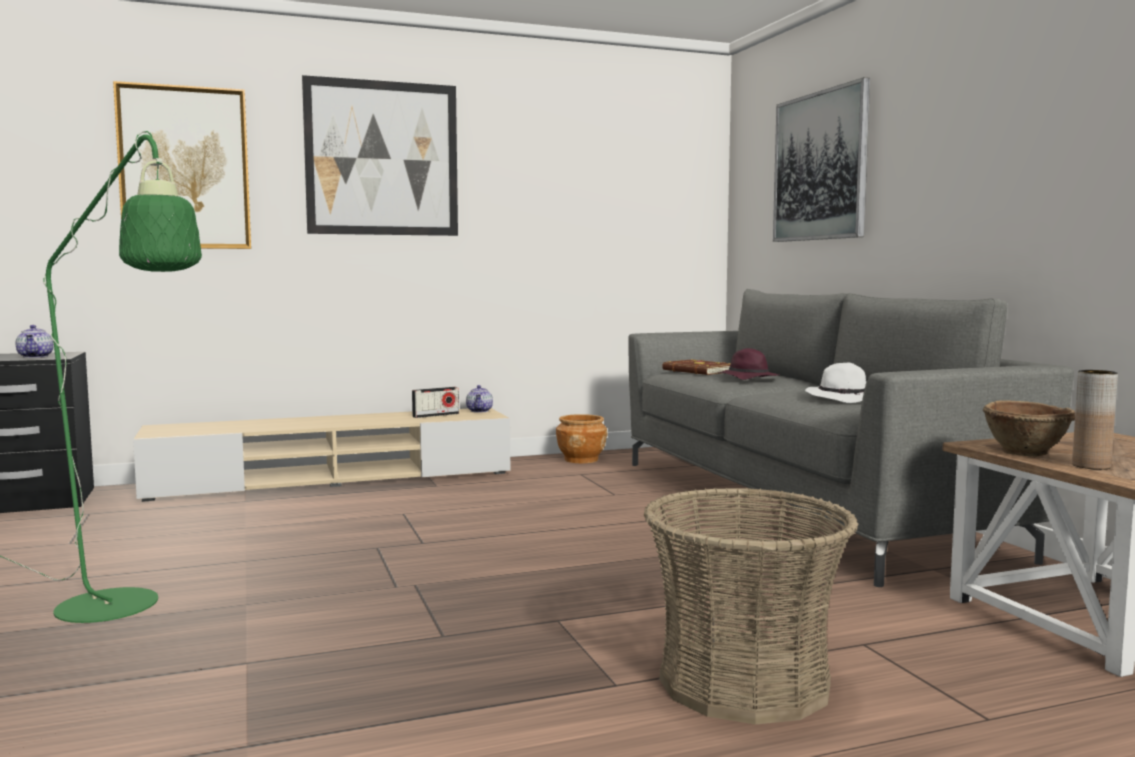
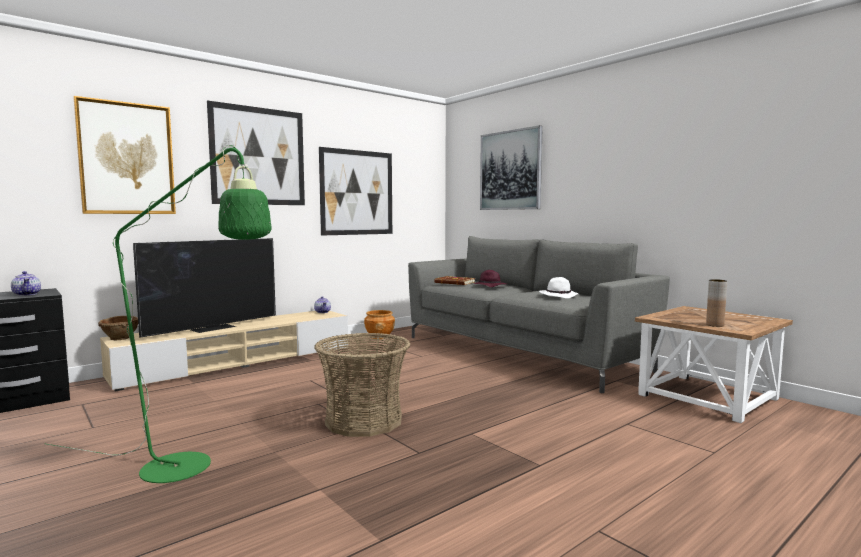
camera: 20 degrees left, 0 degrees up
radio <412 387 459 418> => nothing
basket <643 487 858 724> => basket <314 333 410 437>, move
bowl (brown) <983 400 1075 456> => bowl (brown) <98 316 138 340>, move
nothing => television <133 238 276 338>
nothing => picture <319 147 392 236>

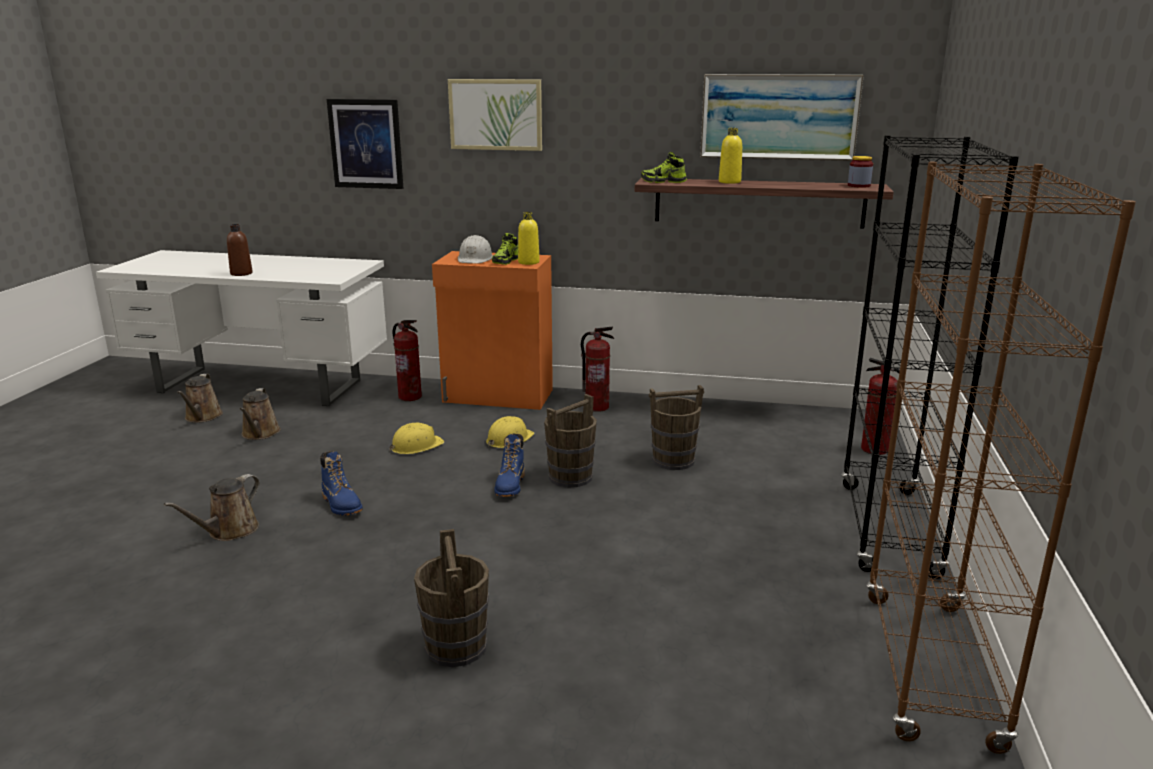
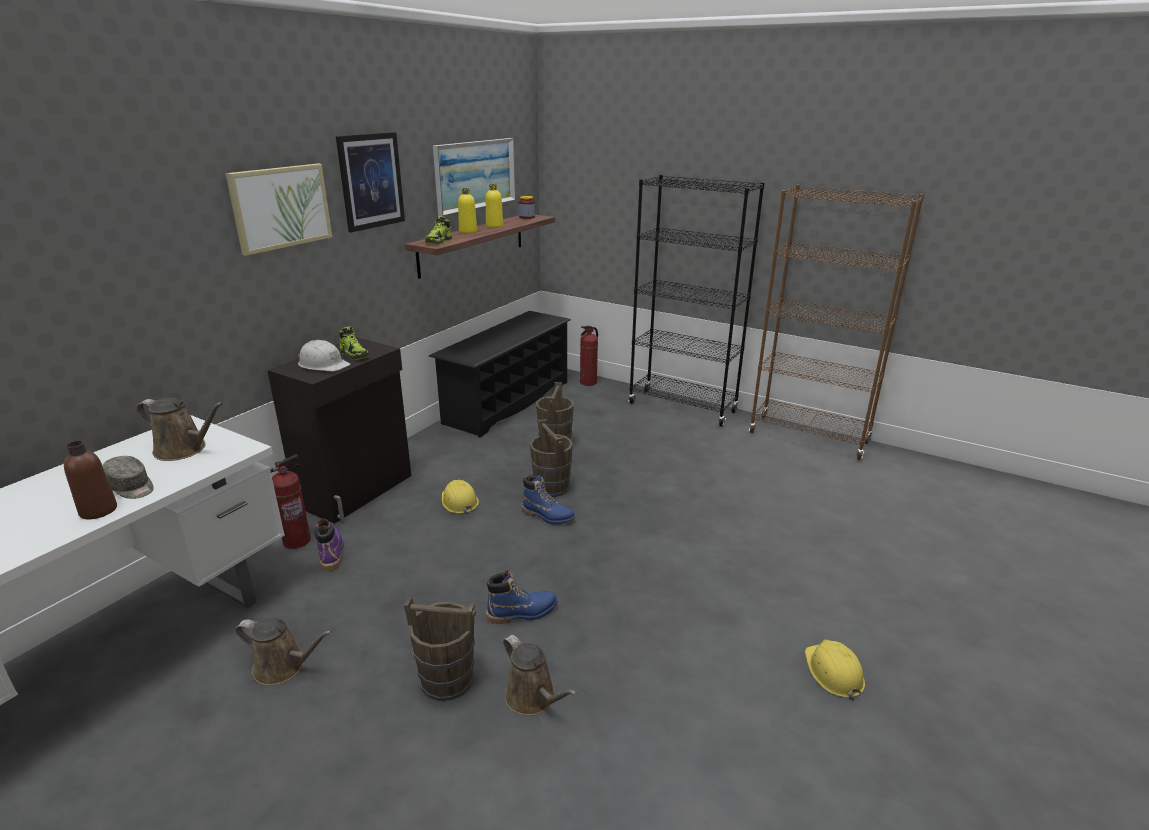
camera: 70 degrees left, 5 degrees up
watering can (brown) <177 374 223 423> => watering can (brown) <136 398 224 461>, move
picture <327 99 403 189> => picture <336 132 405 233>, move
hard hat (yellow) <389 423 445 454> => hard hat (yellow) <805 639 865 700>, move
bucket (brown) <414 529 489 667> => bucket (brown) <404 597 476 701>, move
cabinet (orange) <432 251 553 410> => cabinet (black) <267 337 411 524>
bottle (yellow) <518 212 540 265> => bottle (yellow) <486 184 503 228>, move
fire extinguisher <581 327 614 412> => nothing
nothing => cap (grey) <102 456 154 499>
nothing => boot (purple) <314 519 344 572>
nothing => shoe rack (black) <429 311 571 438>

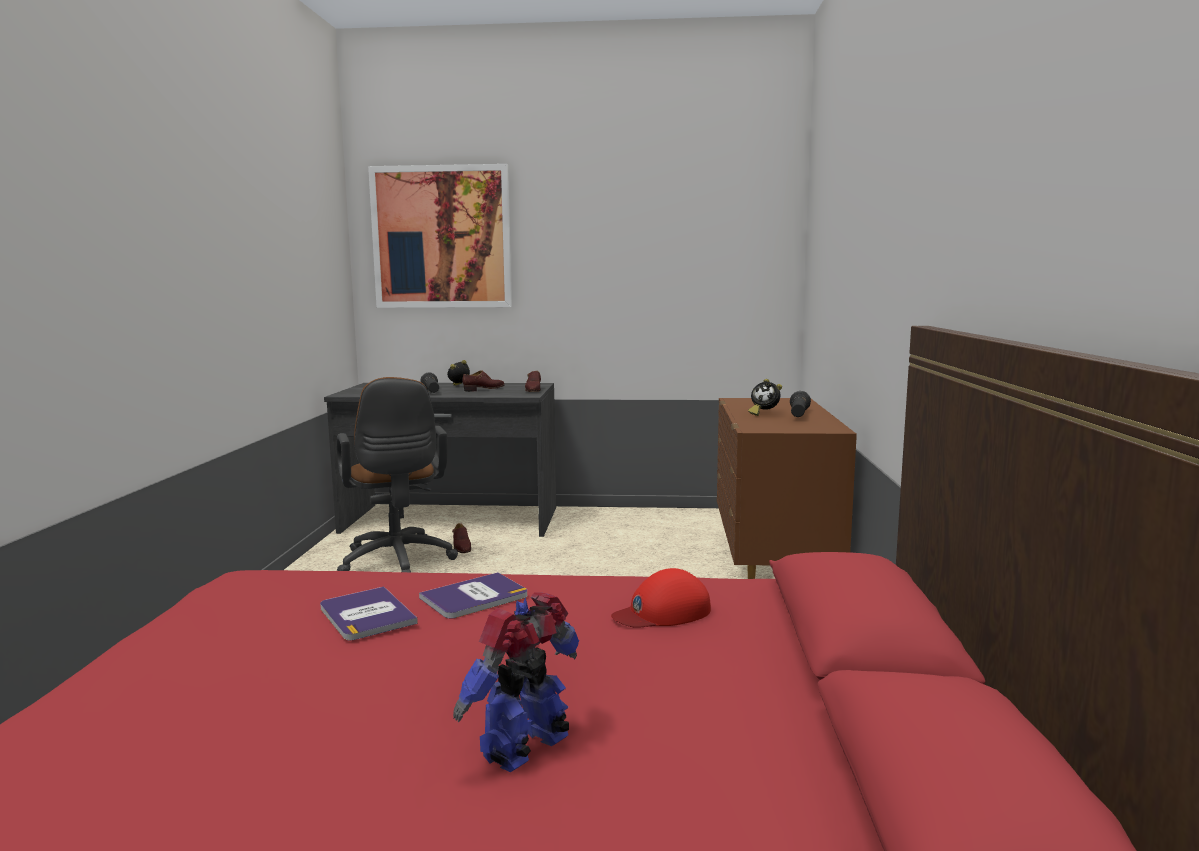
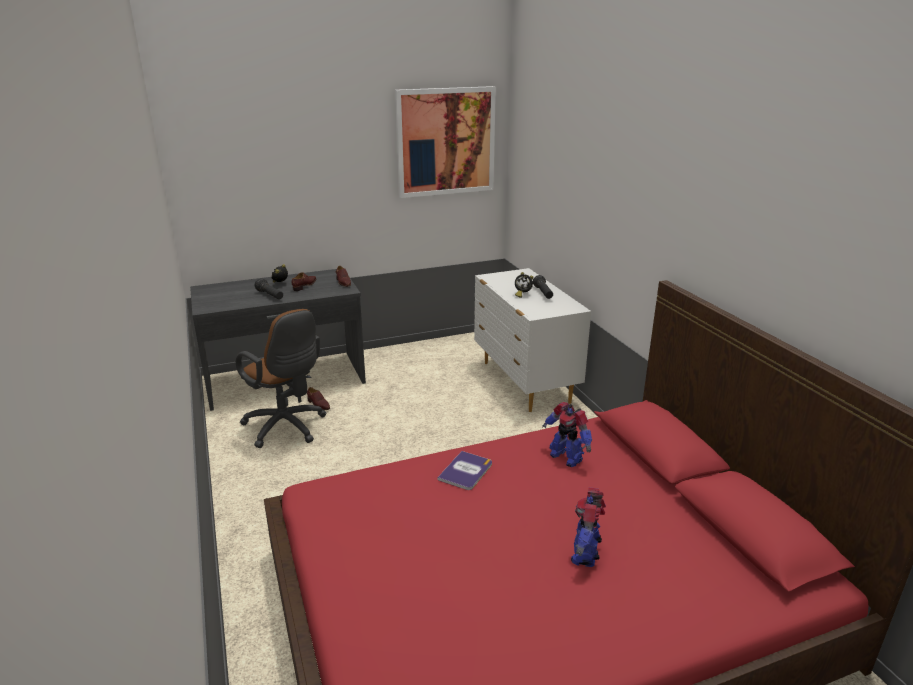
camera: 25 degrees left, 15 degrees up
book <320 586 418 640> => nothing
picture <368 164 512 308> => picture <395 86 496 198>, move
cap (red) <611 568 711 628> => toy robot <542 402 592 467>
dresser (brown) <717 398 857 579> => dresser (white) <474 268 591 412>

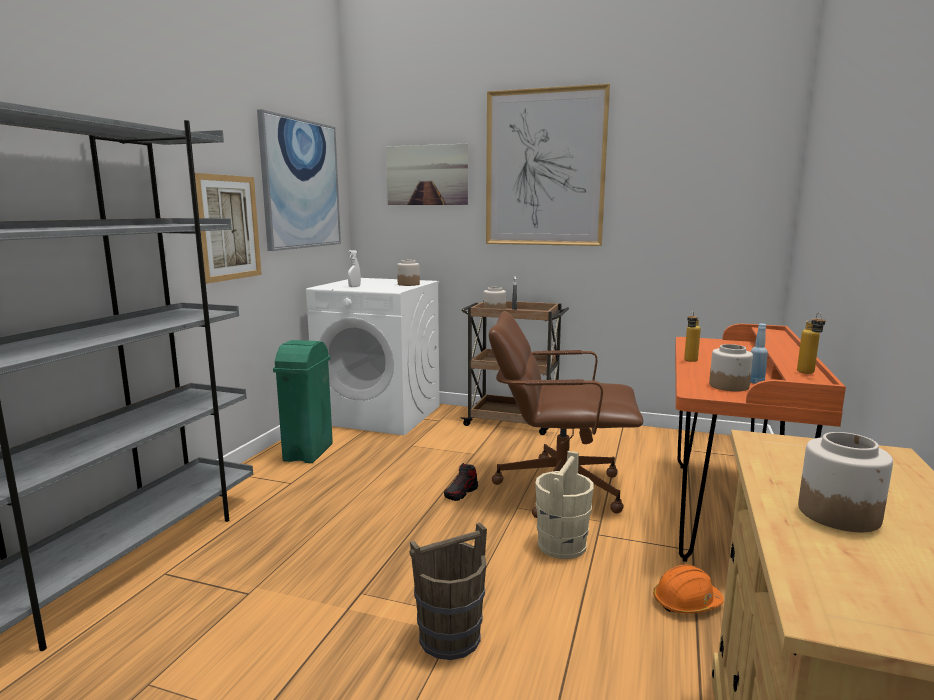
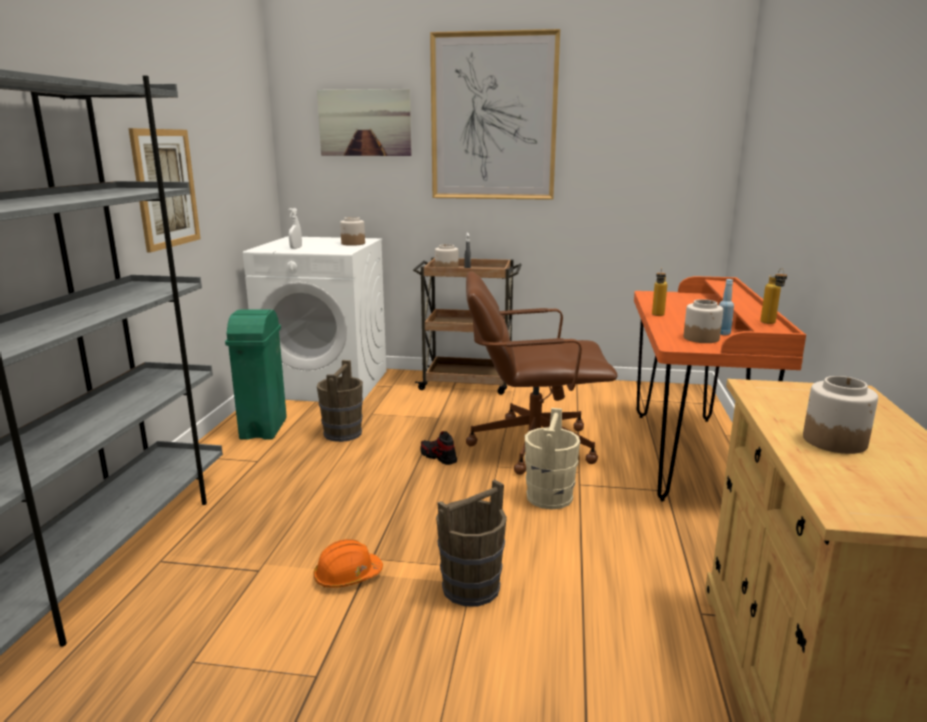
camera: 10 degrees left, 5 degrees up
picture <257 109 341 251> => nothing
shoe <444 463 478 501> => shoe <420 431 457 465>, 105 degrees clockwise
hard hat (orange) <653 564 724 614> => hard hat (orange) <313 539 383 588>, move
nothing => bucket (brown) <317 360 363 442>

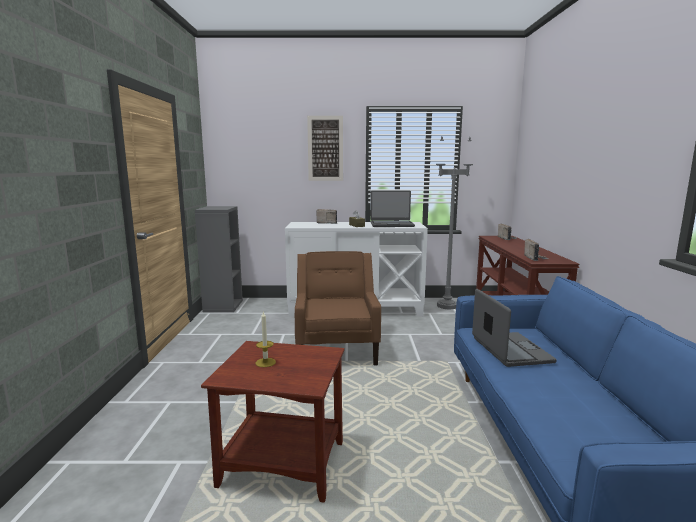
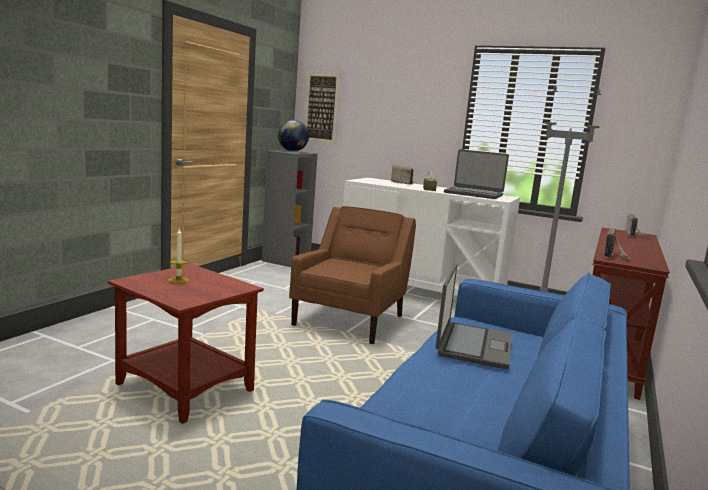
camera: 25 degrees right, 0 degrees up
picture <307 116 343 181> => picture <303 71 341 145>, move
nothing => globe <278 120 309 151>

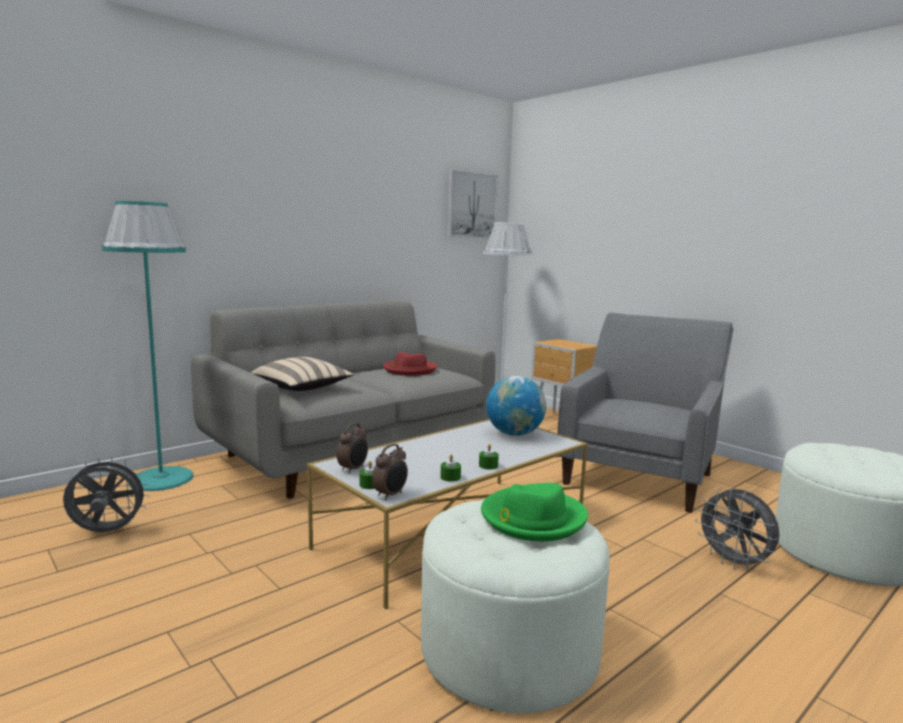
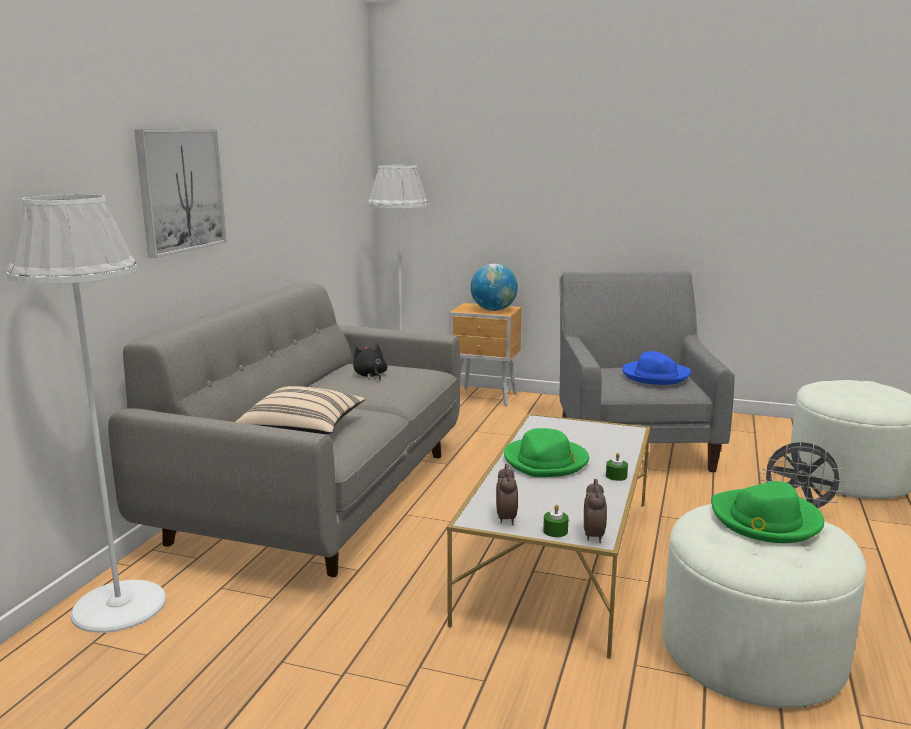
camera: 30 degrees left, 5 degrees up
fan (grey) <63 456 149 532> => nothing
floor lamp (turquoise) <102 201 193 491> => floor lamp (white) <6 194 166 633>
hat (red) <383 352 437 376> => plush toy (black) <353 344 387 380>
candle (green) <441 454 461 482> => nothing
picture <447 170 498 238> => picture <134 129 227 258>, move
globe <486 376 546 436> => globe <471 264 518 311>, move
nothing => hat (green) <504 428 589 477>
nothing => hat (blue) <622 351 691 385>

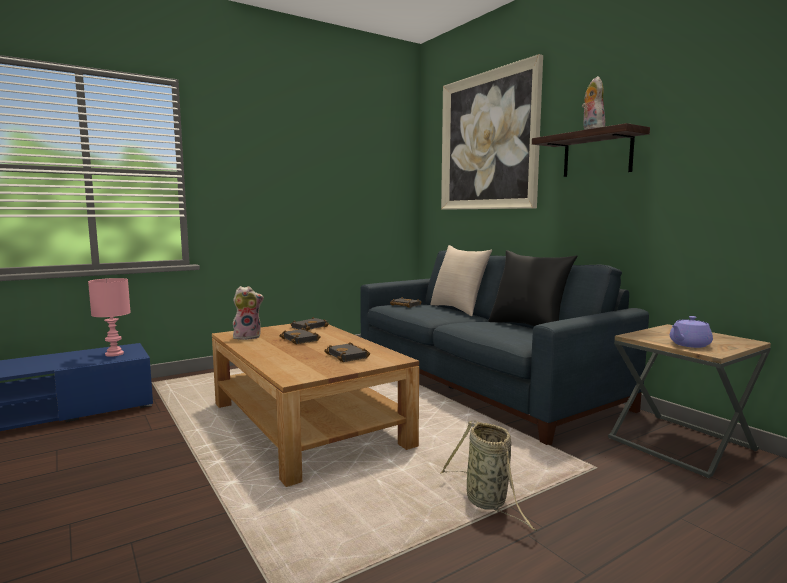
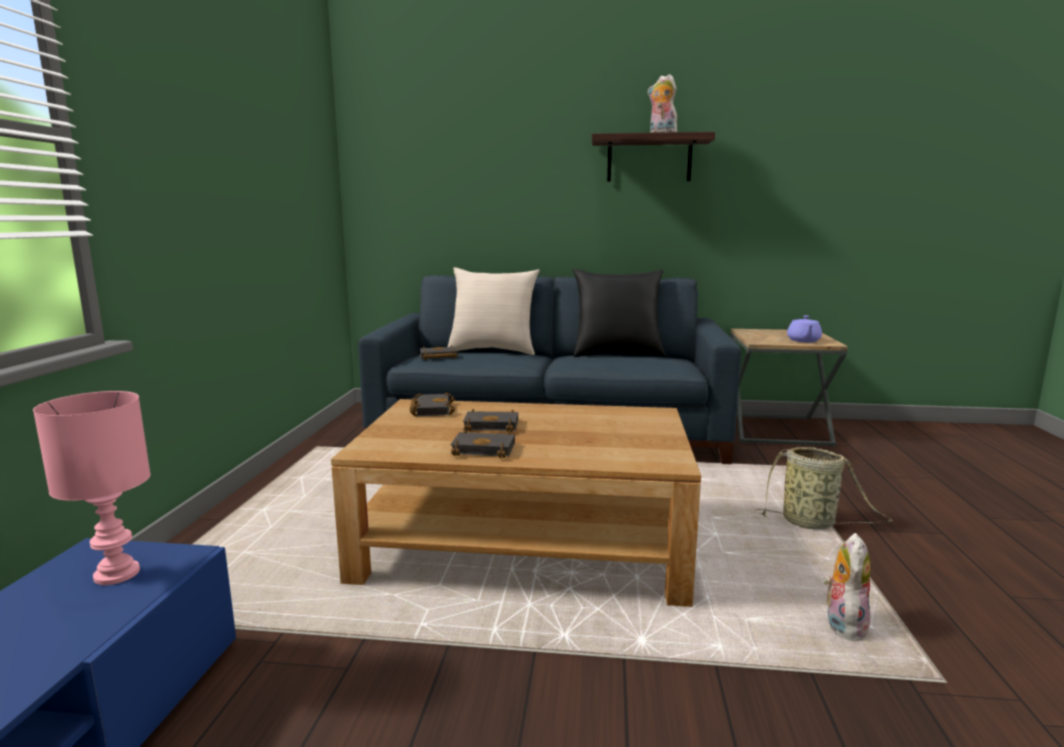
camera: 50 degrees left, 5 degrees up
plush toy <233 286 264 340> => plush toy <823 533 870 645>, move
book (black) <324 342 370 362> => book (black) <450 429 515 458>, move
picture <441 54 543 210> => nothing

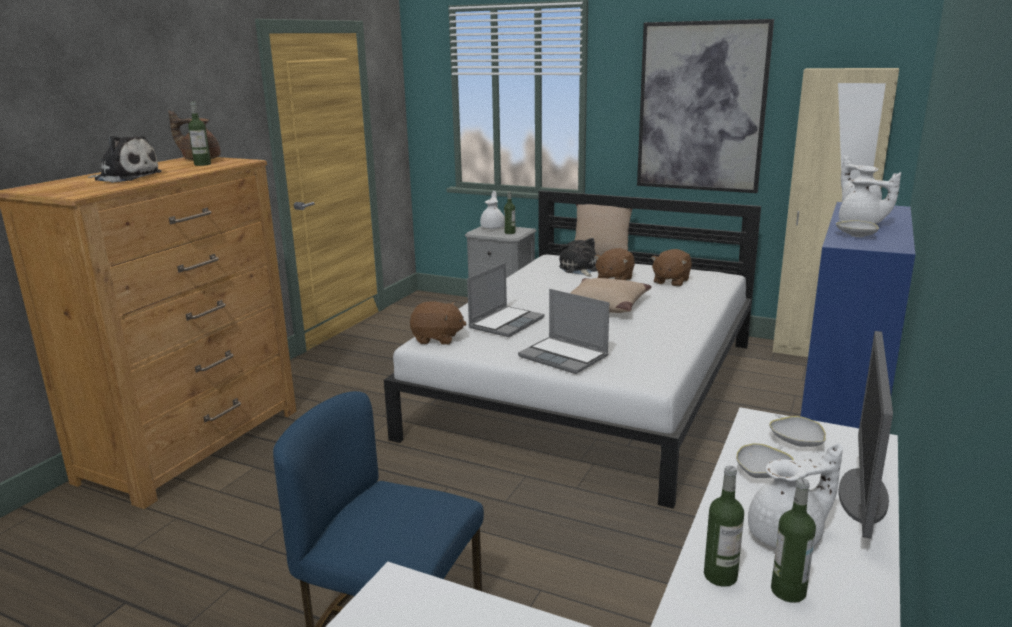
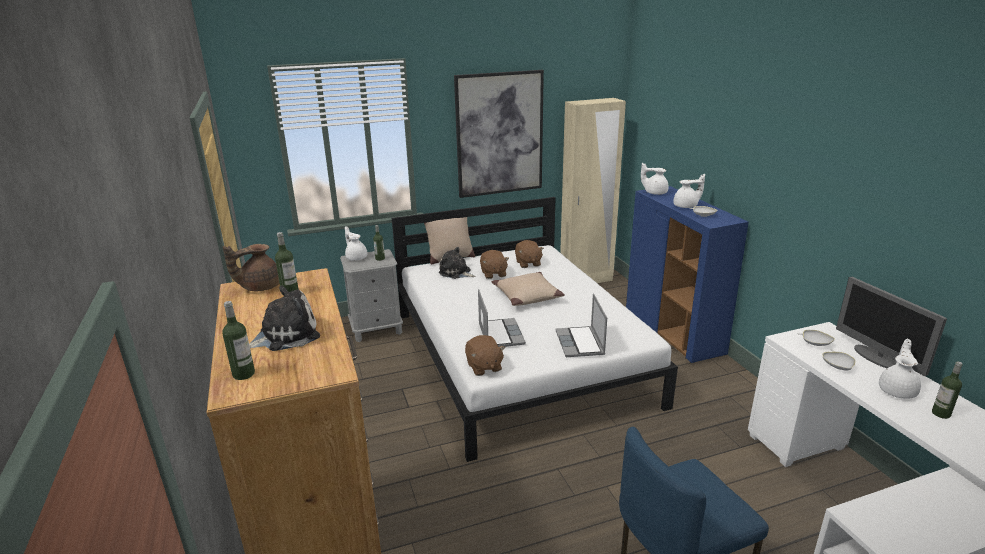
camera: 45 degrees left, 5 degrees up
plush toy (brown) <410 302 466 345> => plush toy (brown) <465 335 505 376>, 105 degrees clockwise
laptop <518 289 609 374> => laptop <555 293 607 357>, 90 degrees clockwise
bottle <704 466 744 587> => bottle <222 301 255 380>, move

